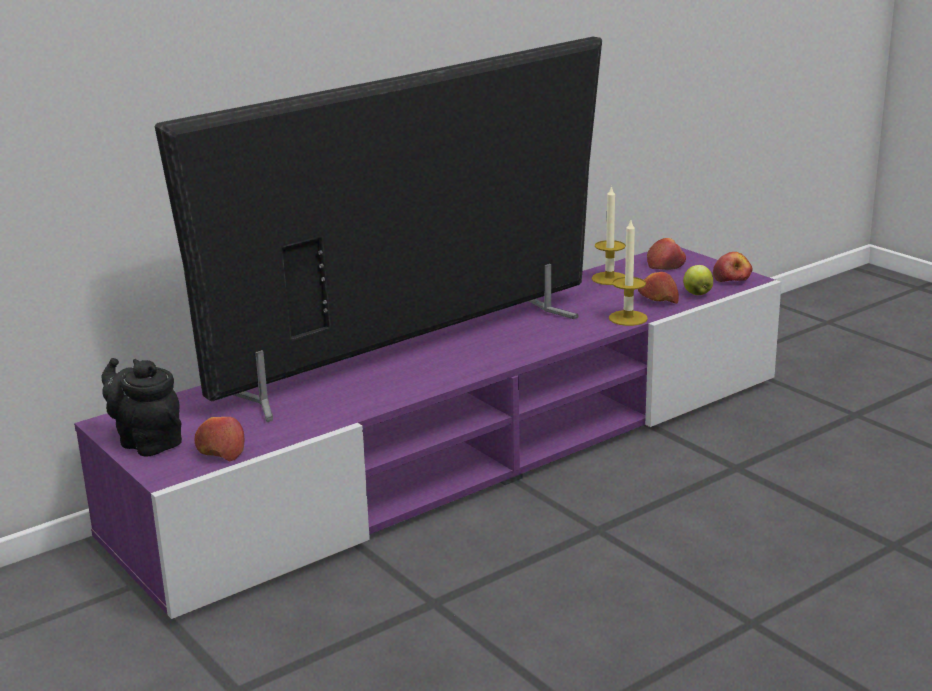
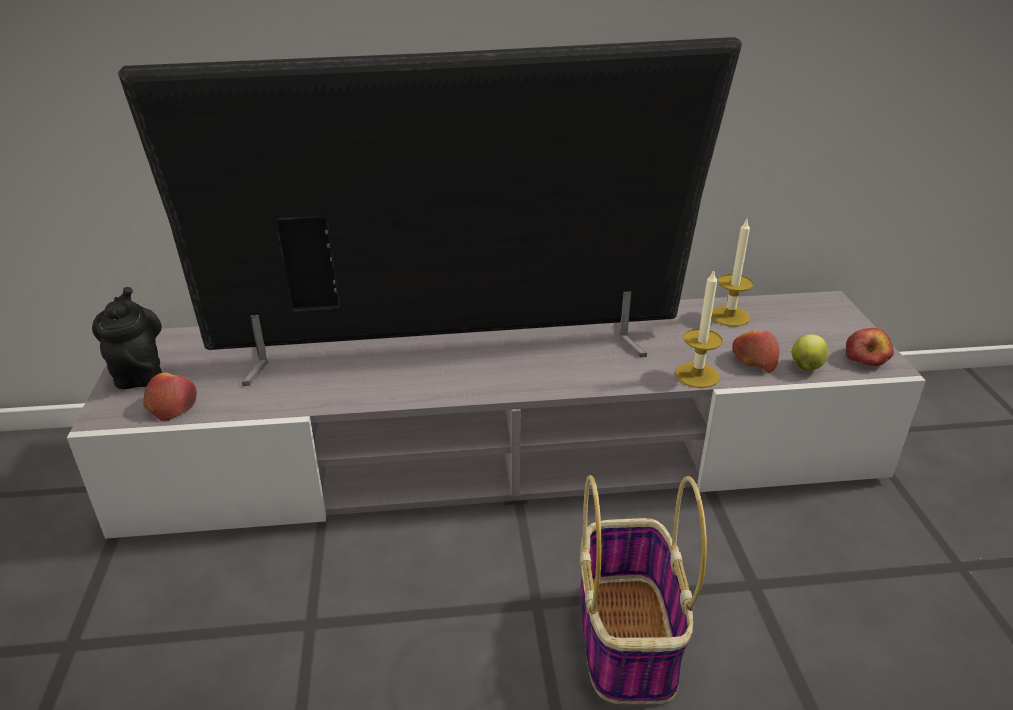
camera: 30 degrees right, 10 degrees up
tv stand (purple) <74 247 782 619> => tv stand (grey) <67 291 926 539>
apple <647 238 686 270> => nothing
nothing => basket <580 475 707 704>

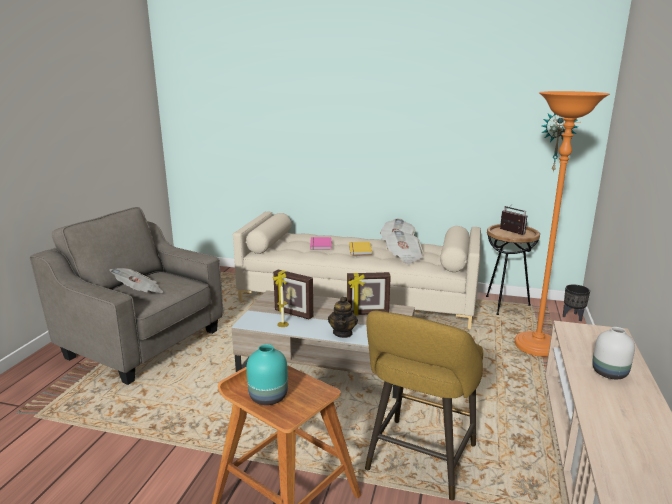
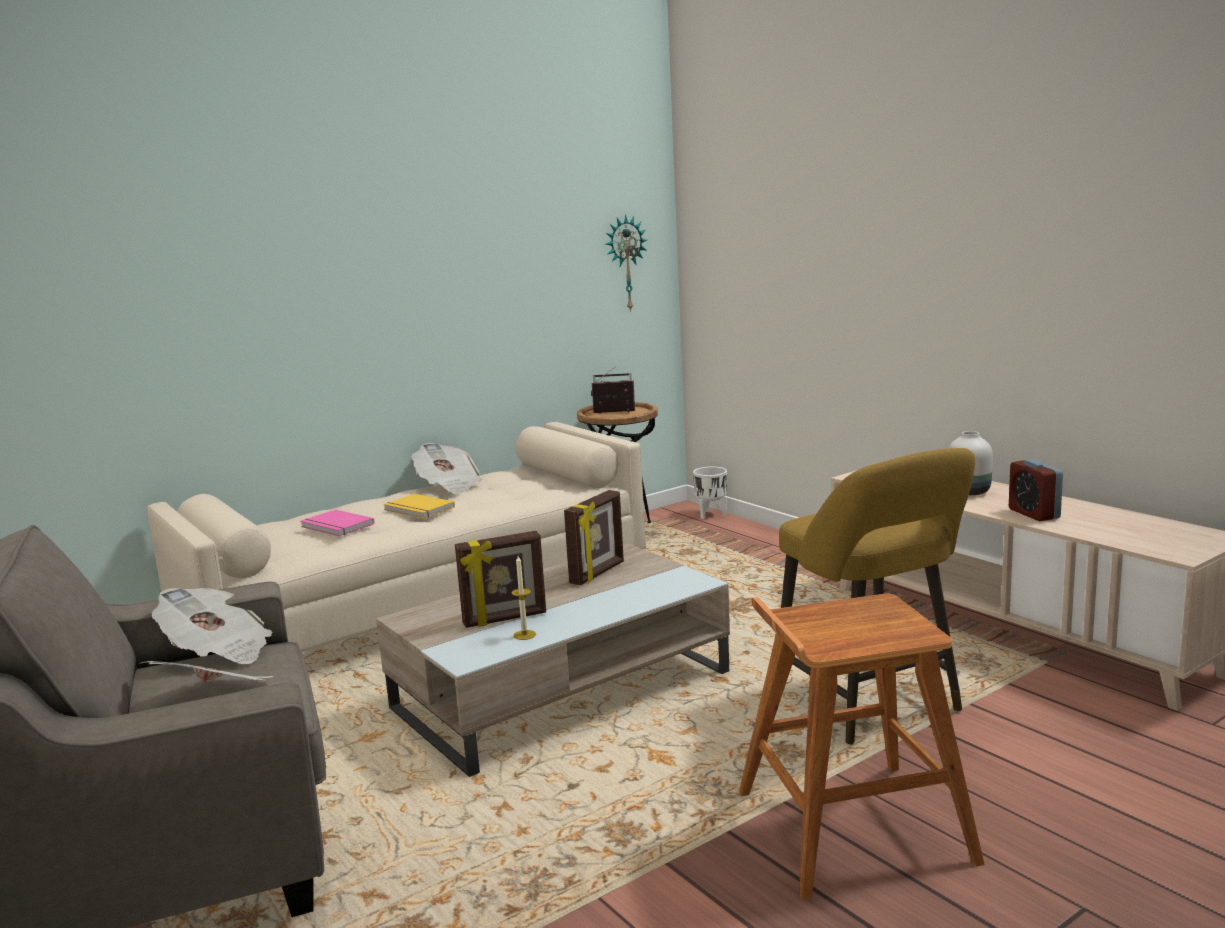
camera: 50 degrees left, 5 degrees down
vase (turquoise) <247 344 288 405> => nothing
teapot <328 297 358 338> => nothing
newspaper <386 230 424 264> => newspaper <152 588 272 664>, move
floor lamp (orange) <515 91 610 357> => nothing
planter (black) <563 285 590 321> => planter (white) <693 467 727 519>
nothing => alarm clock <1009 459 1063 521>

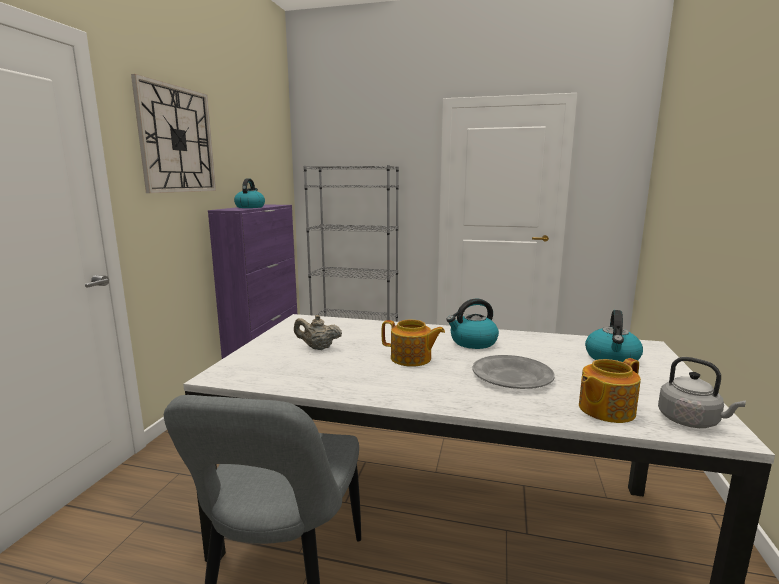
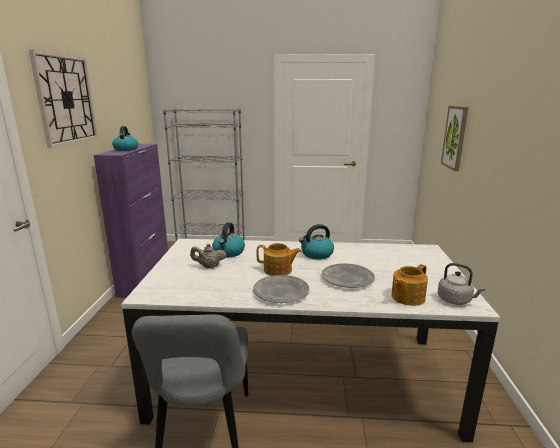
camera: 10 degrees left, 5 degrees up
kettle <585 310 643 362> => kettle <212 222 245 257>, move
nothing => plate (grey) <253 275 309 303>
nothing => picture <441 106 468 171>

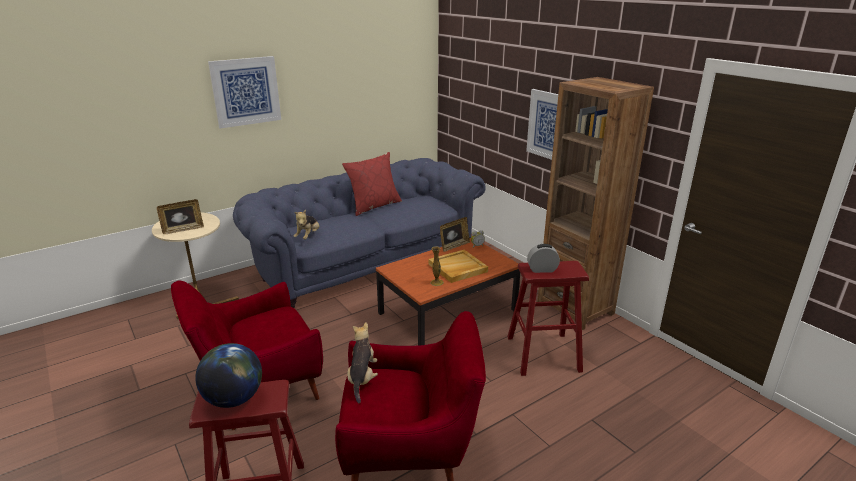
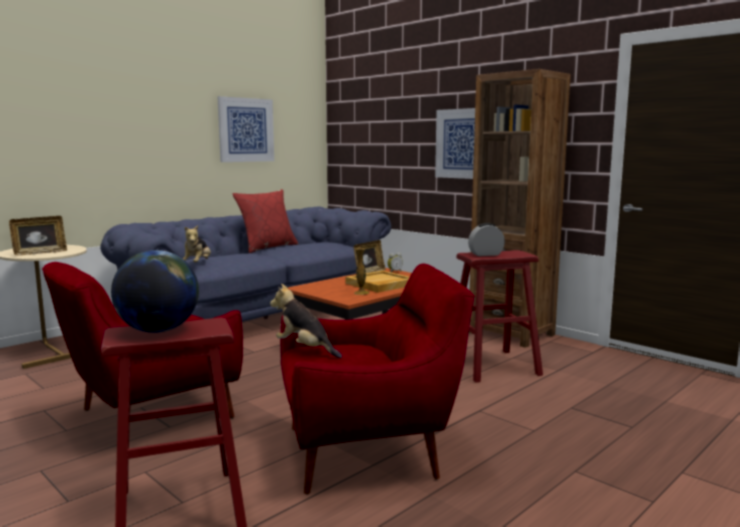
camera: 10 degrees left, 15 degrees down
picture <208 56 281 129> => picture <218 96 274 162>, move
plush toy <347 322 378 403> => plush toy <270 284 342 358>, 45 degrees counterclockwise

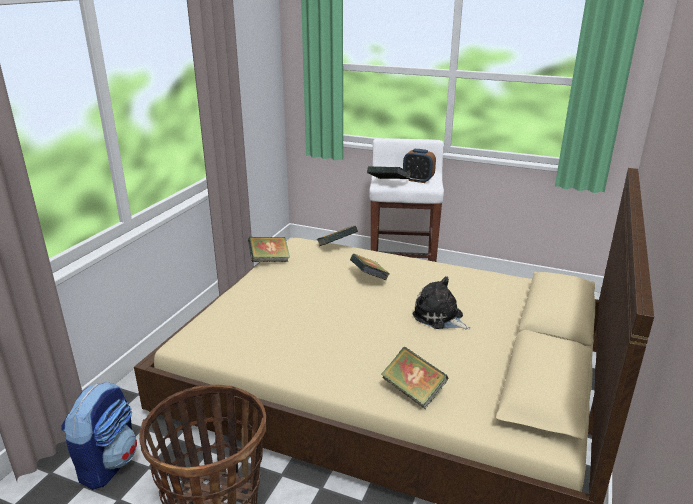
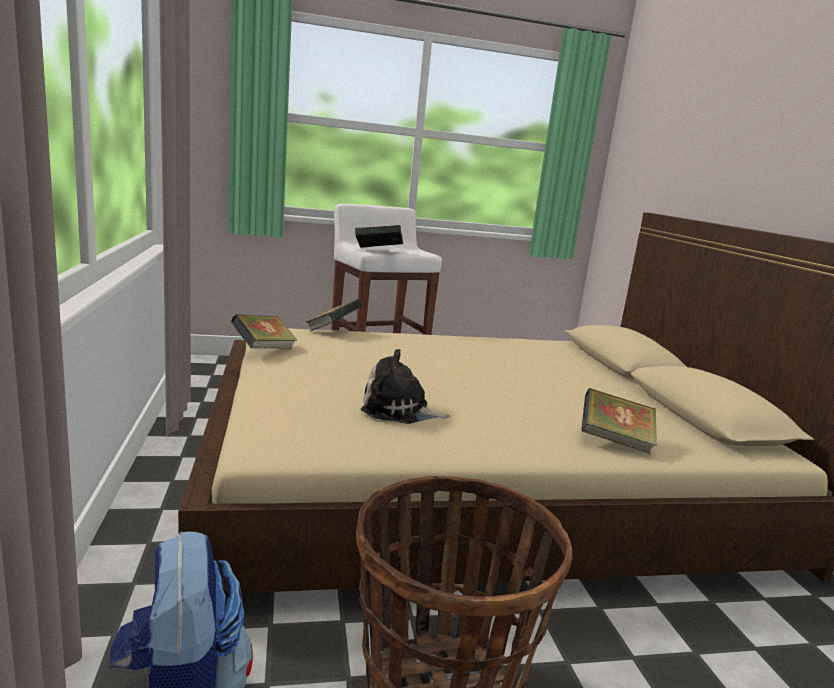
camera: 35 degrees left, 10 degrees down
book <350 254 390 280> => nothing
alarm clock <403 149 436 183> => nothing
plush toy <412 276 471 330> => plush toy <361 349 450 424>, move

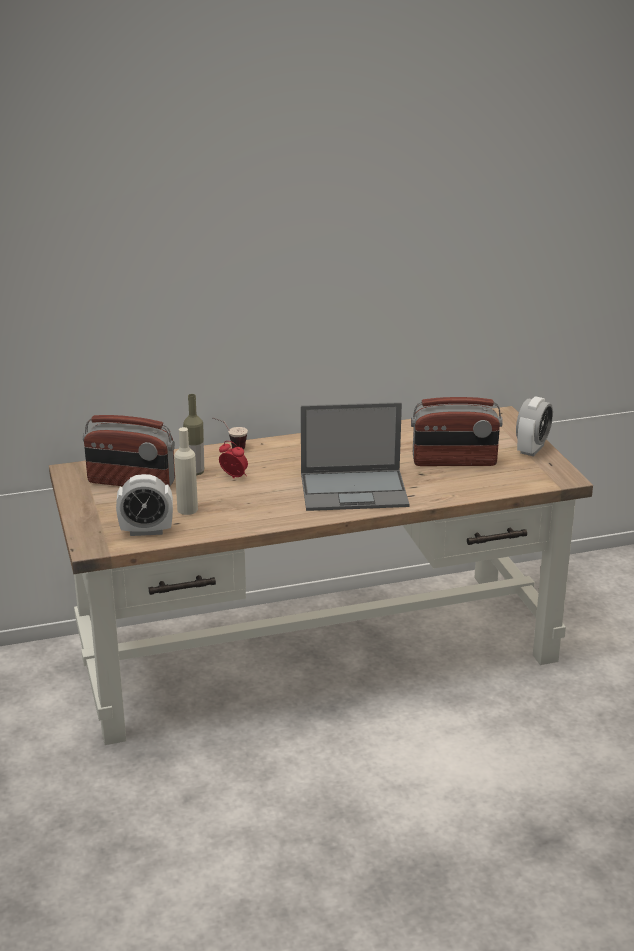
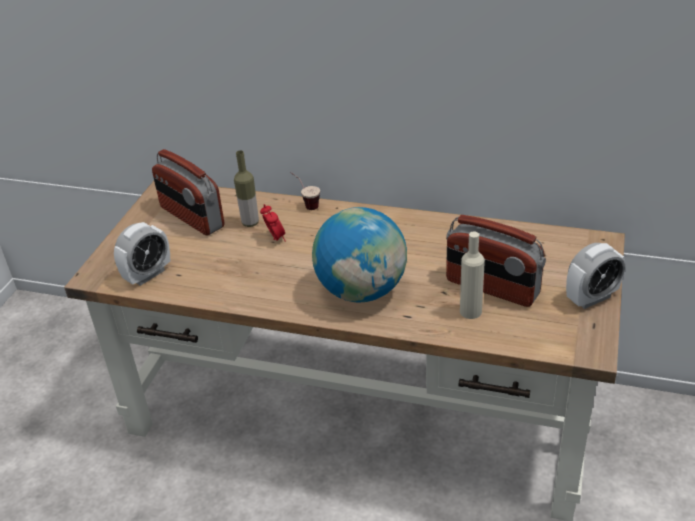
camera: 35 degrees right, 10 degrees up
alarm clock <116 474 173 536> => alarm clock <114 222 170 286>, 75 degrees counterclockwise
bottle (beige) <174 427 198 515> => bottle (beige) <460 231 485 319>, move
laptop <301 402 409 511> => globe <312 207 407 302>

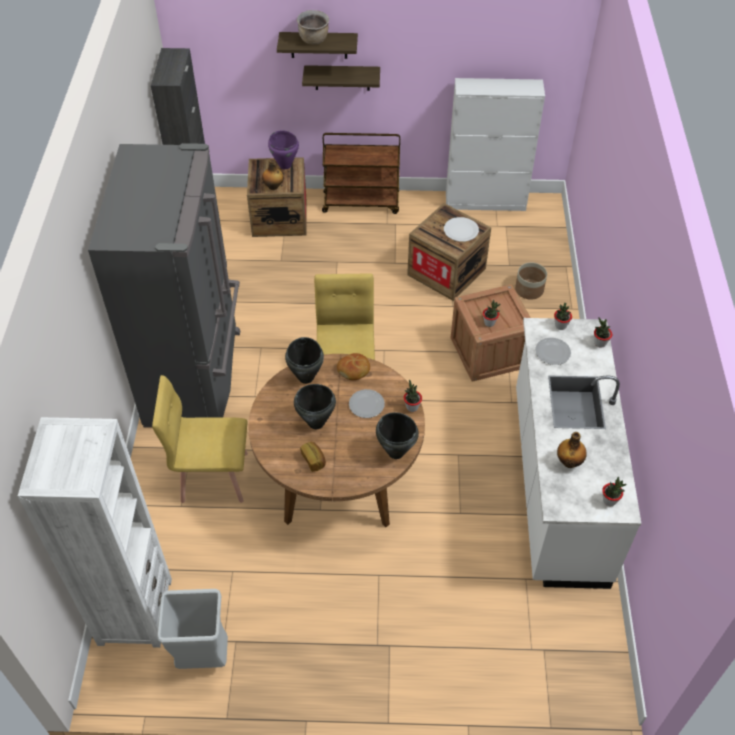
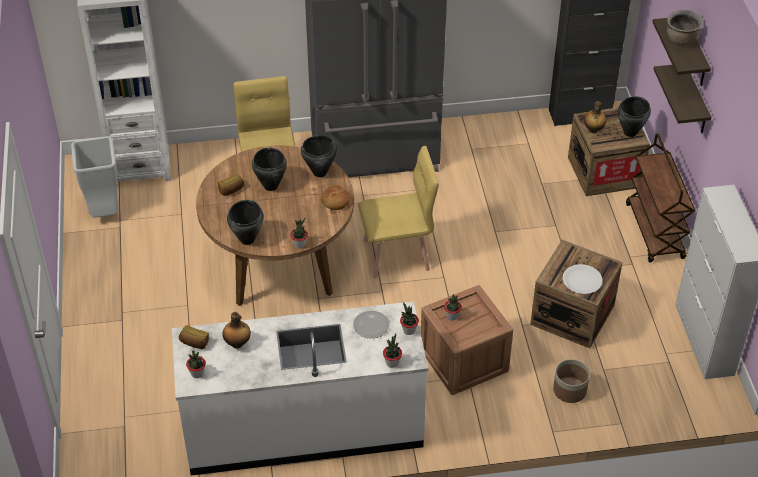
camera: 80 degrees right, 5 degrees down
cooking pot (purple) <268 130 299 169> => cooking pot (black) <618 96 651 137>
plate <349 389 385 418> => nothing
nothing => bread <179 325 209 349>

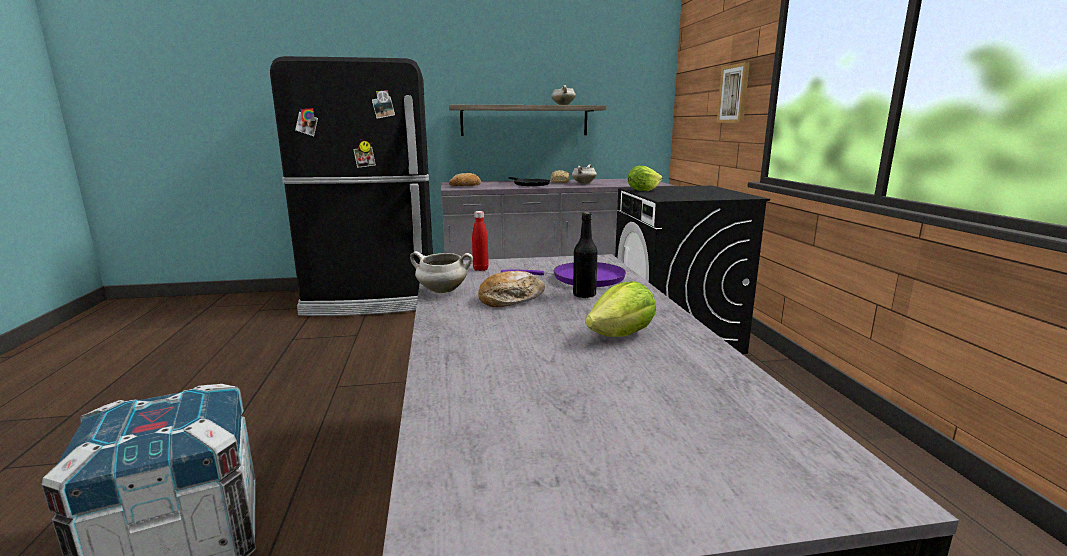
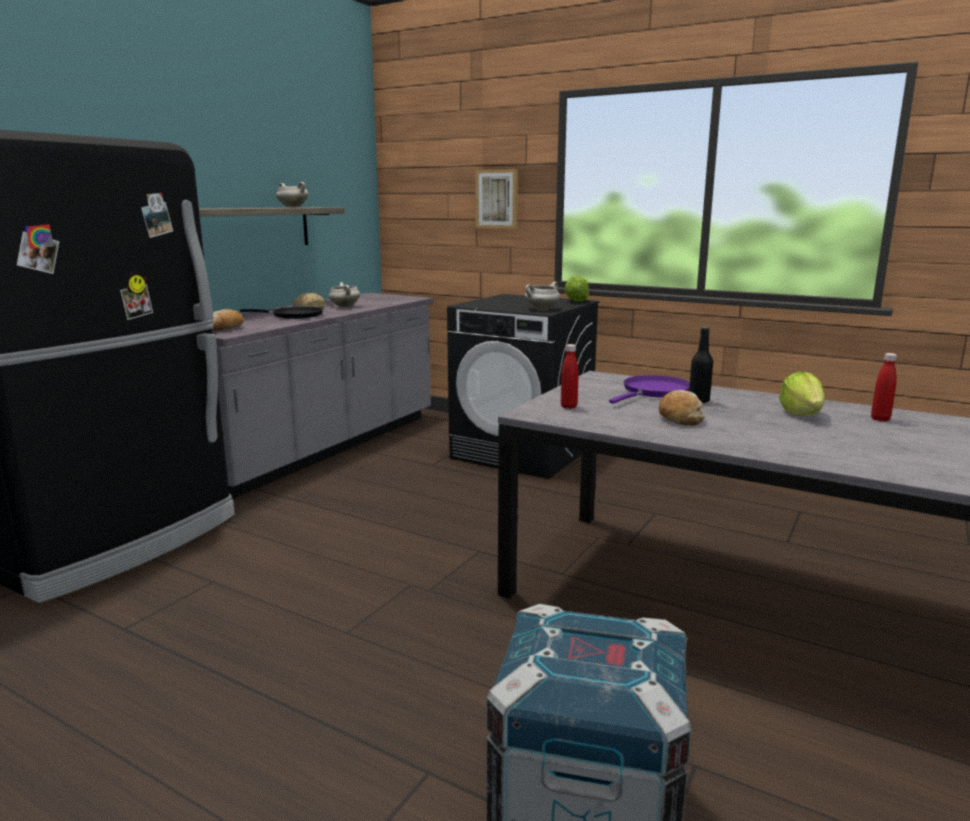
camera: 50 degrees left, 0 degrees up
cooking pot (white) <410 251 473 293> => cooking pot (white) <525 282 560 310>, move
lettuce <628 166 662 191> => lettuce <564 276 589 301>, move
nothing => bottle (red) <871 353 897 421>

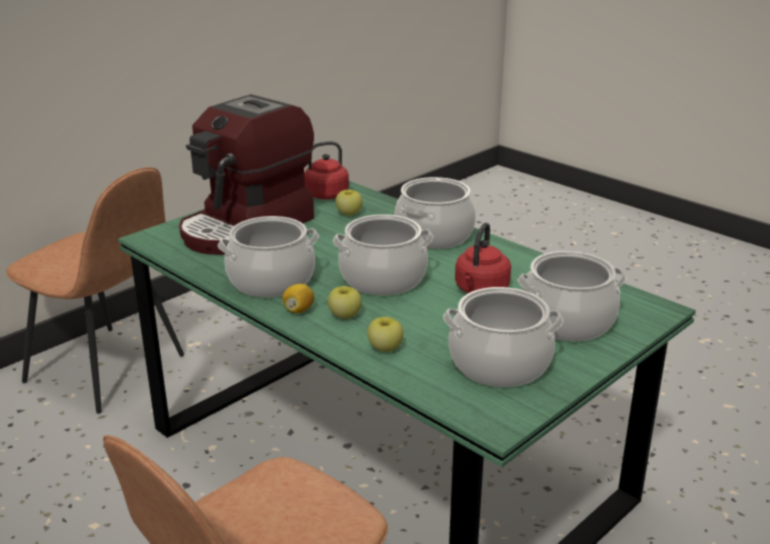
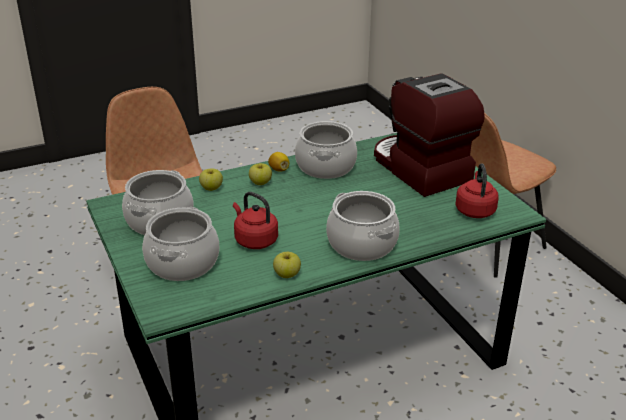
camera: 110 degrees right, 5 degrees up
cooking pot <333 214 433 295> => nothing
apple <335 190 363 215> => apple <273 252 301 278>, move

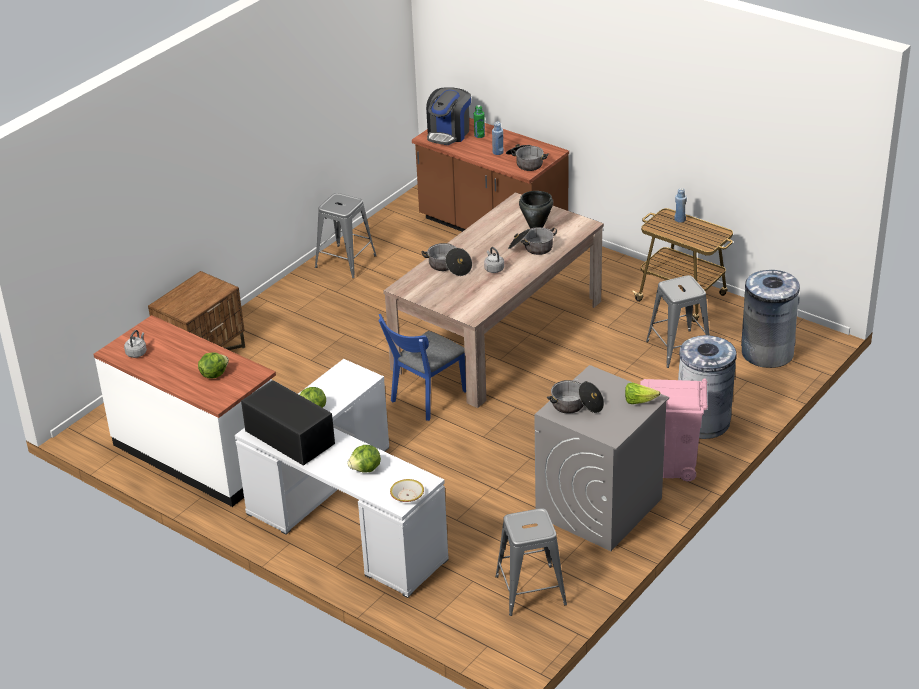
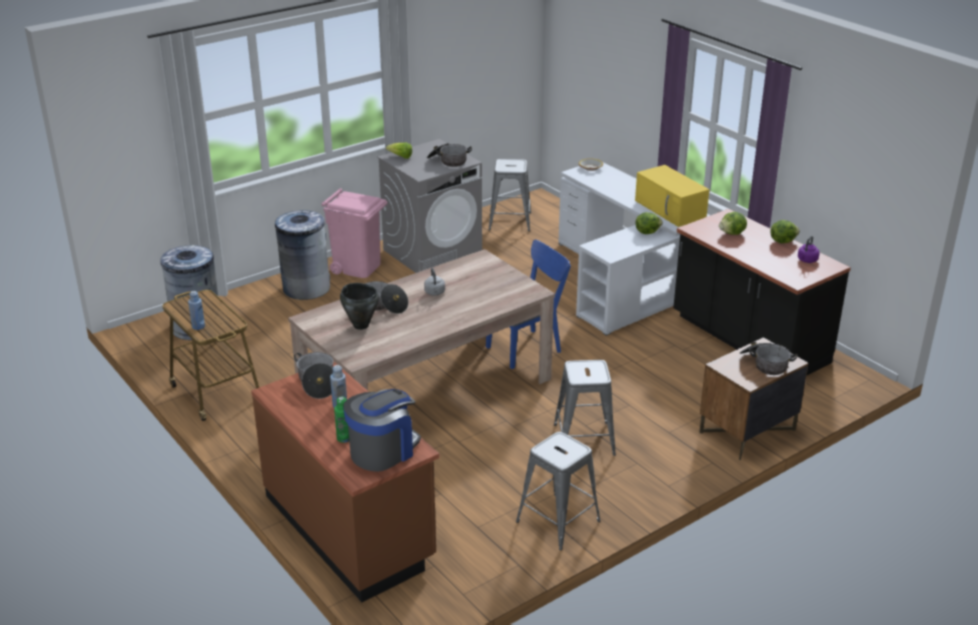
camera: 165 degrees left, 5 degrees down
counter (white) <93 315 276 507> => counter (black) <673 209 851 376>
kettle (grey) <124 330 147 358> => kettle (purple) <798 236 820 263>
microwave (black) <241 380 335 466> => microwave (yellow) <635 165 709 227>
lettuce <347 445 381 473> => lettuce <771 220 800 243>, move
cooking pot <422 243 472 276> => cooking pot <740 342 798 375>, move
stool (grey) <646 275 710 368> => stool (grey) <554 360 616 456>, move

